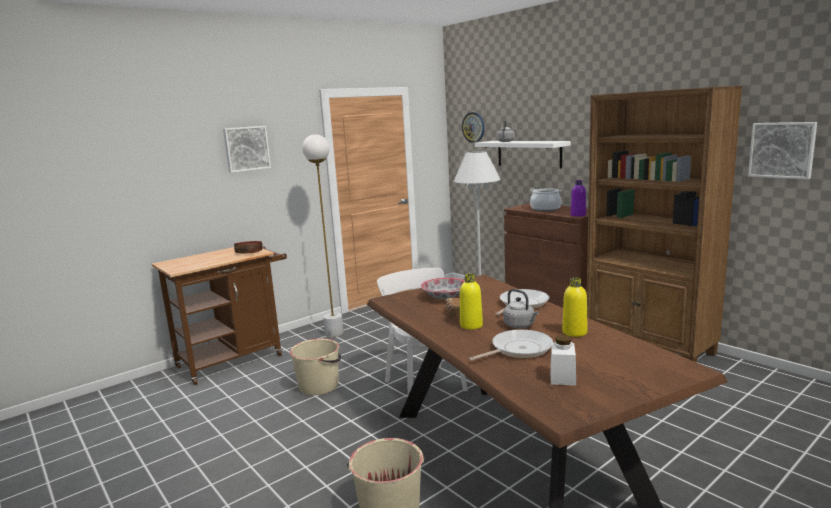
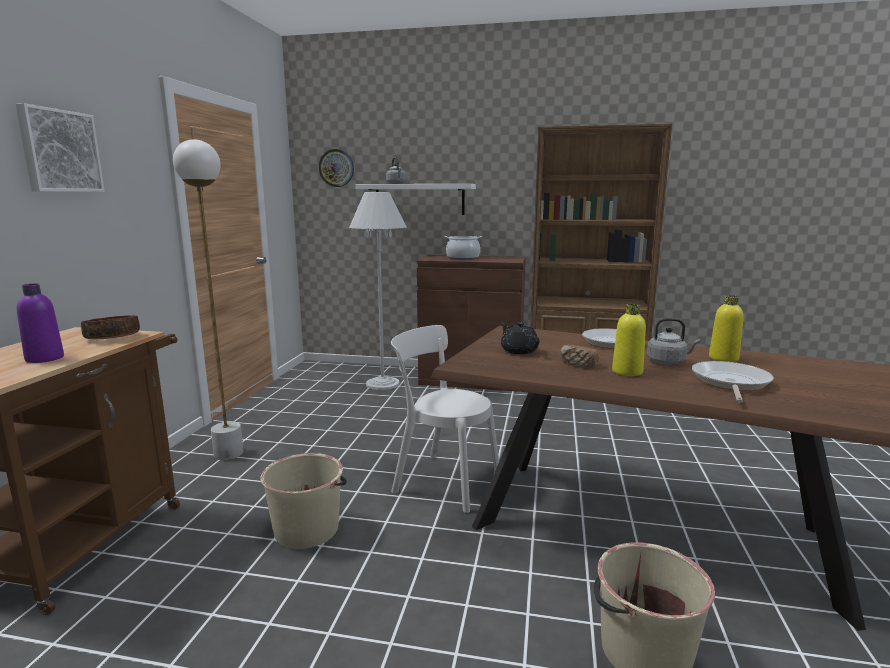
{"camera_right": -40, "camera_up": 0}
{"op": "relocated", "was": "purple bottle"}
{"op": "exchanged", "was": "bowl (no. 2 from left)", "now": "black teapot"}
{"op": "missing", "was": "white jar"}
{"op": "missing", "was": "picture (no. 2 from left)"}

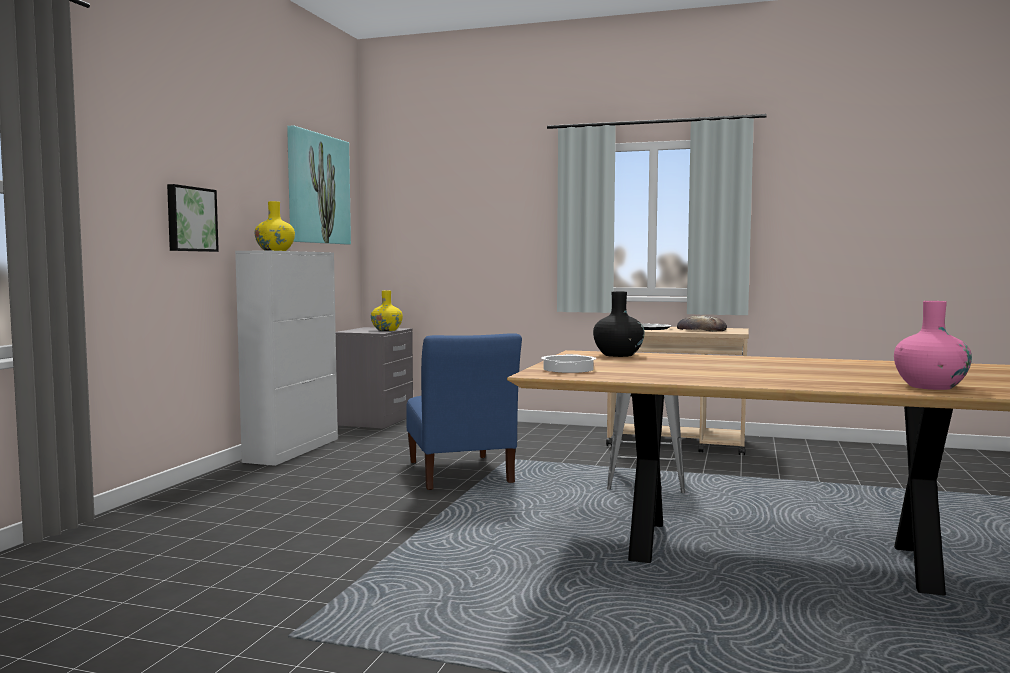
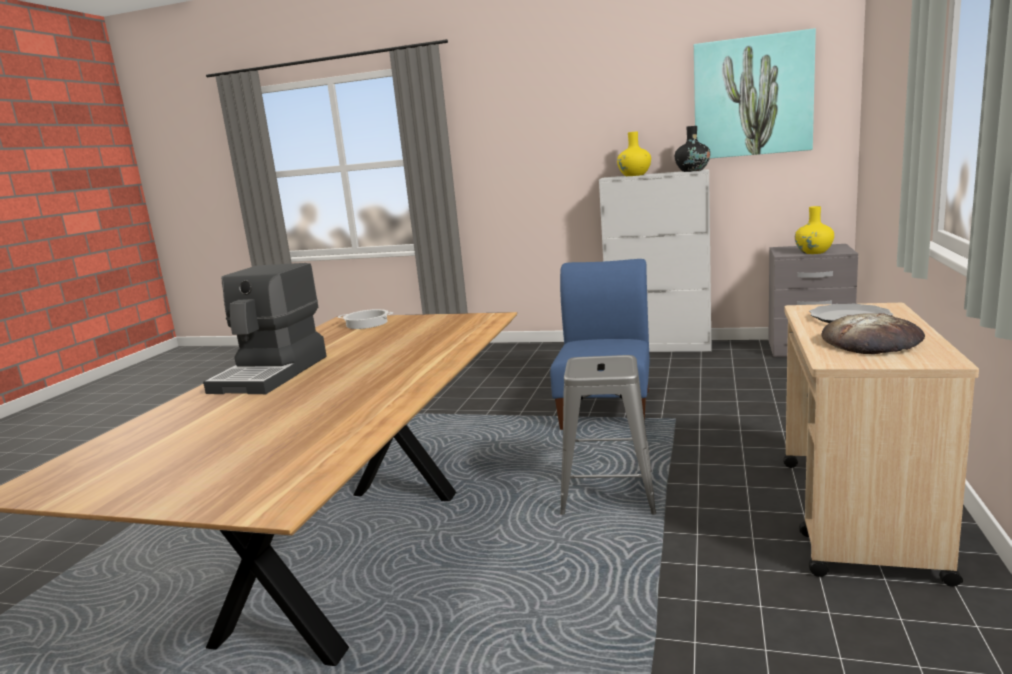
{"camera_right": 90, "camera_up": 10}
{"op": "appeared", "now": "coffee machine"}
{"op": "spun", "was": "blue chair", "clockwise": 120}
{"op": "relocated", "was": "black vase"}
{"op": "missing", "was": "picture (no. 1 from left)"}
{"op": "missing", "was": "pink vase"}

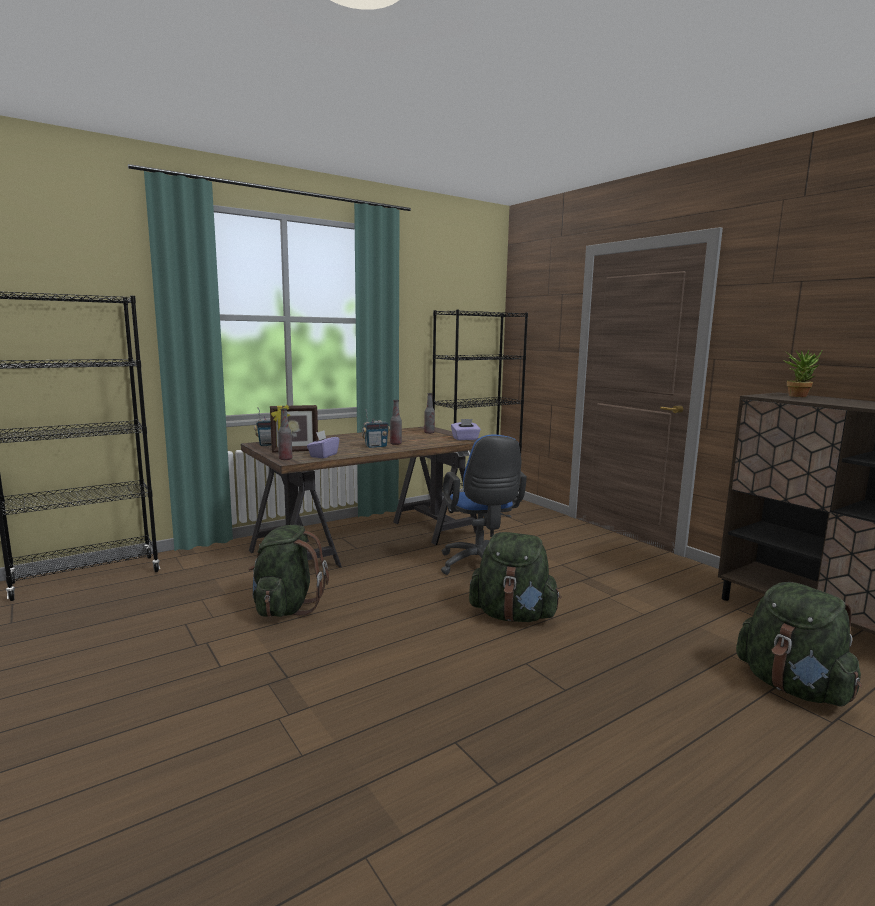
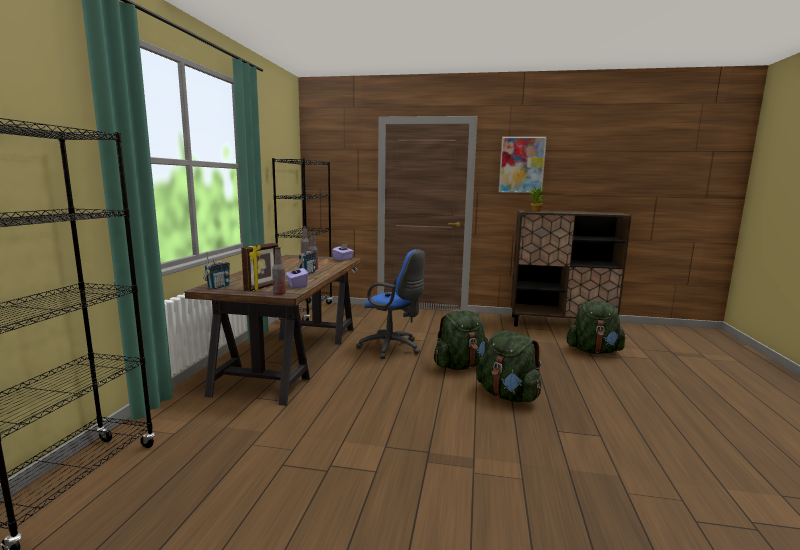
{"camera_right": -45, "camera_up": 0}
{"op": "relocated", "was": "green backpack (no. 1 from left in the first image)", "now": "green backpack (no. 2 from left)"}
{"op": "appeared", "now": "picture"}

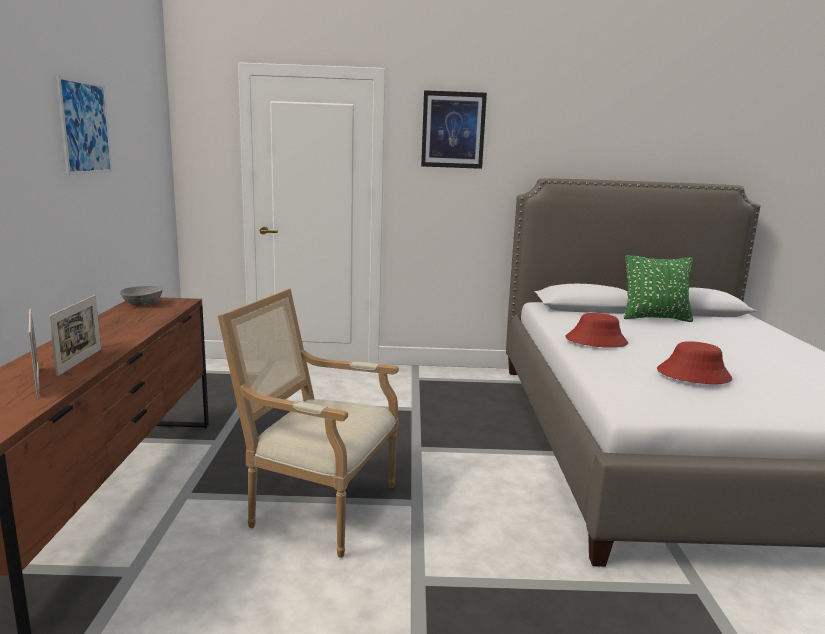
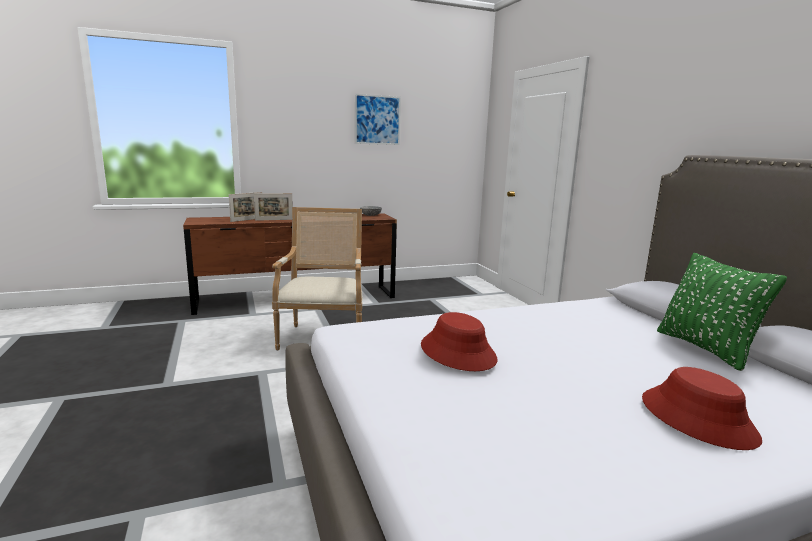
{"camera_right": 70, "camera_up": 0}
{"op": "relocated", "was": "red hat (no. 1 from left in the first image)", "now": "red hat (no. 2 from left)"}
{"op": "missing", "was": "picture (no. 2 from left)"}

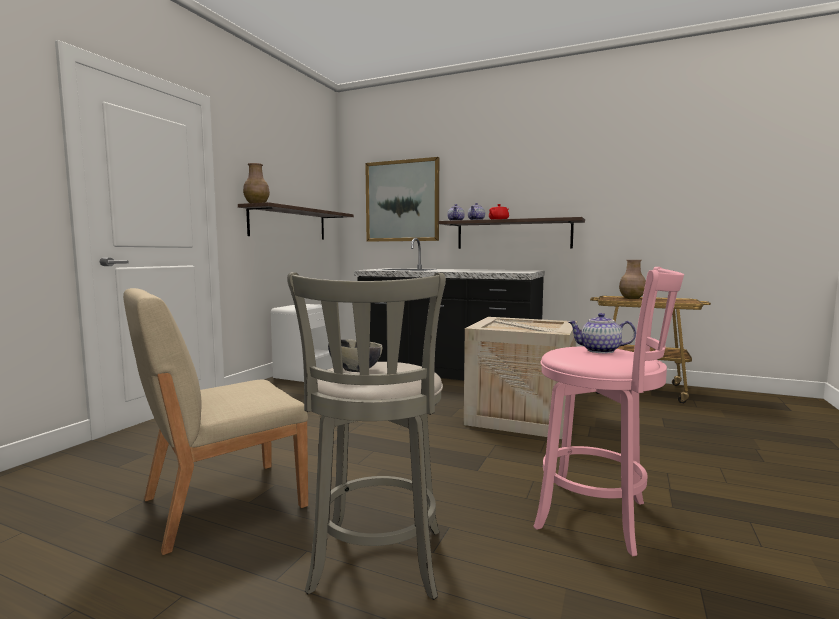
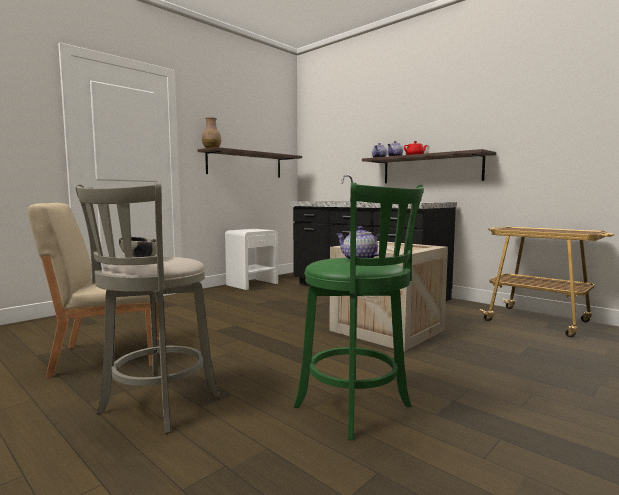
{"camera_right": 20, "camera_up": 0}
{"op": "colour", "was": "pink stool", "now": "green stool"}
{"op": "missing", "was": "picture"}
{"op": "missing", "was": "brown vase (no. 2 from left)"}

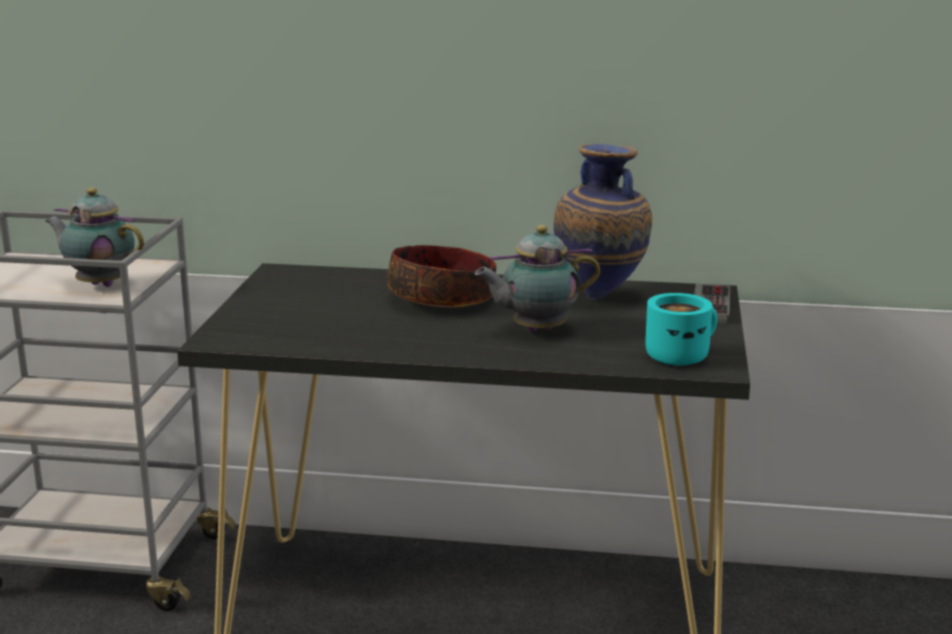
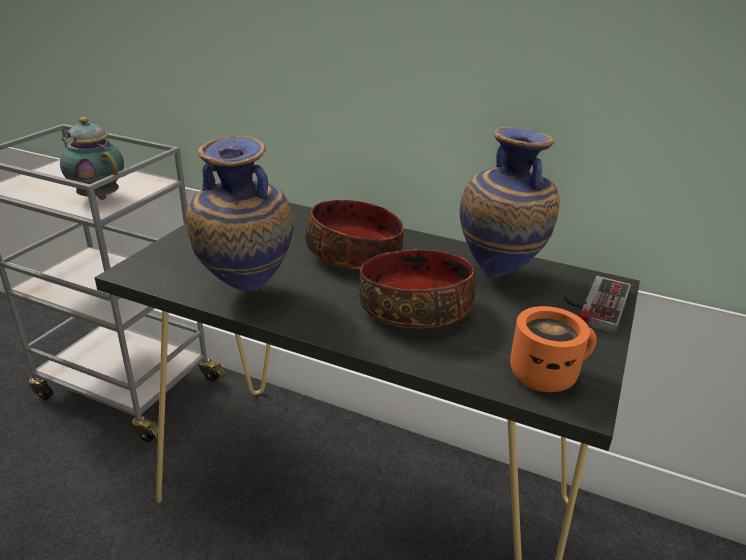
{"camera_right": 15, "camera_up": 10}
{"op": "appeared", "now": "vase (no. 1 from left)"}
{"op": "exchanged", "was": "teapot (no. 2 from left)", "now": "bowl (no. 2 from left)"}
{"op": "colour", "was": "turquoise mug", "now": "orange mug"}

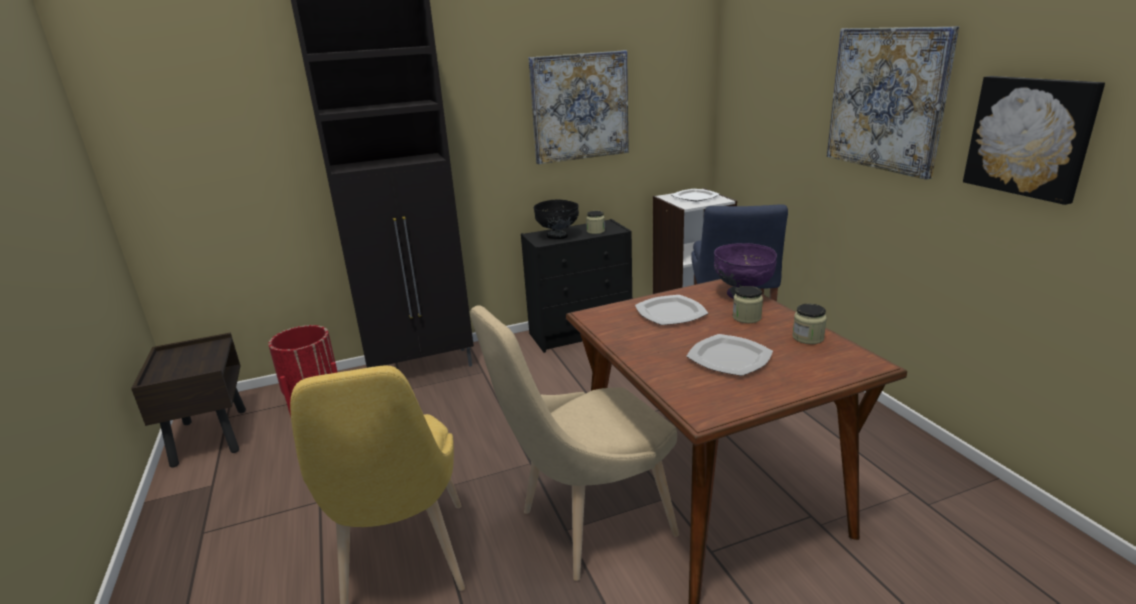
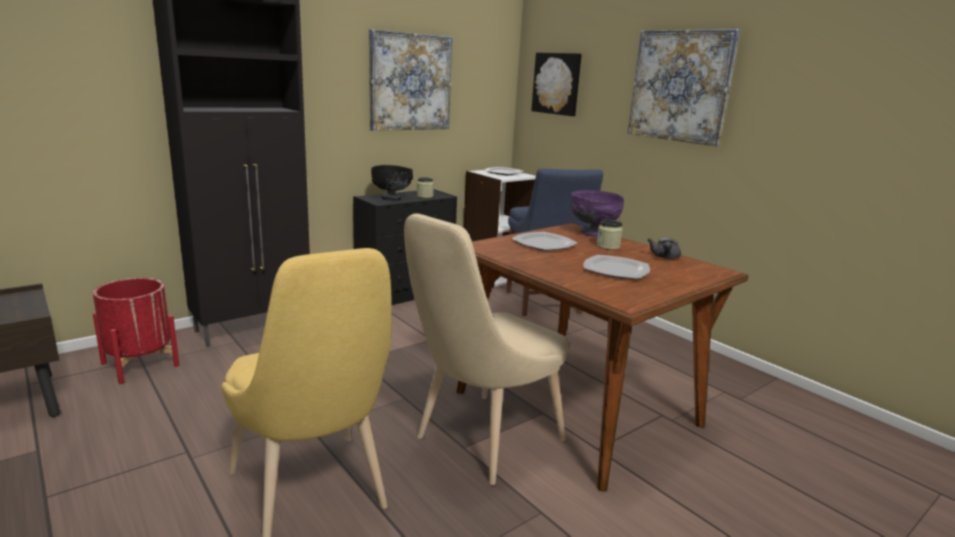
{"camera_right": -20, "camera_up": -5}
{"op": "relocated", "was": "picture (no. 3 from left in the first image)", "now": "picture (no. 2 from left)"}
{"op": "exchanged", "was": "jar (no. 3 from left)", "now": "grey teapot"}

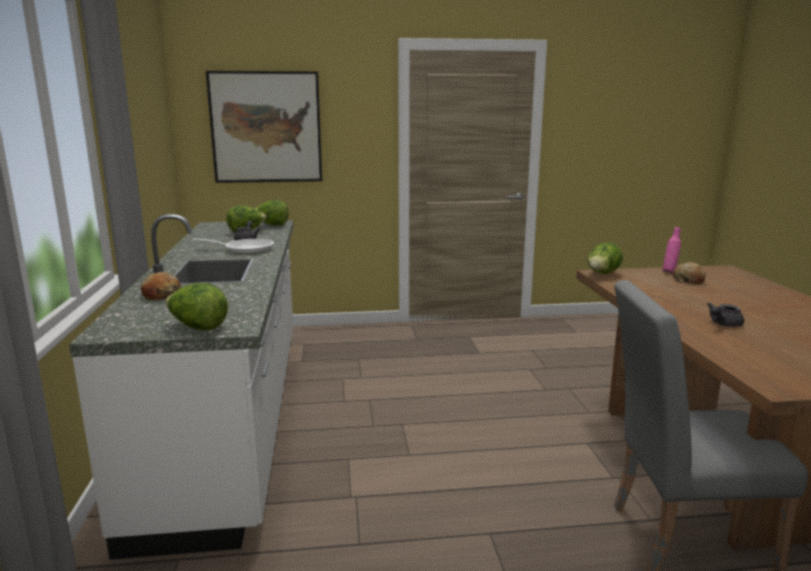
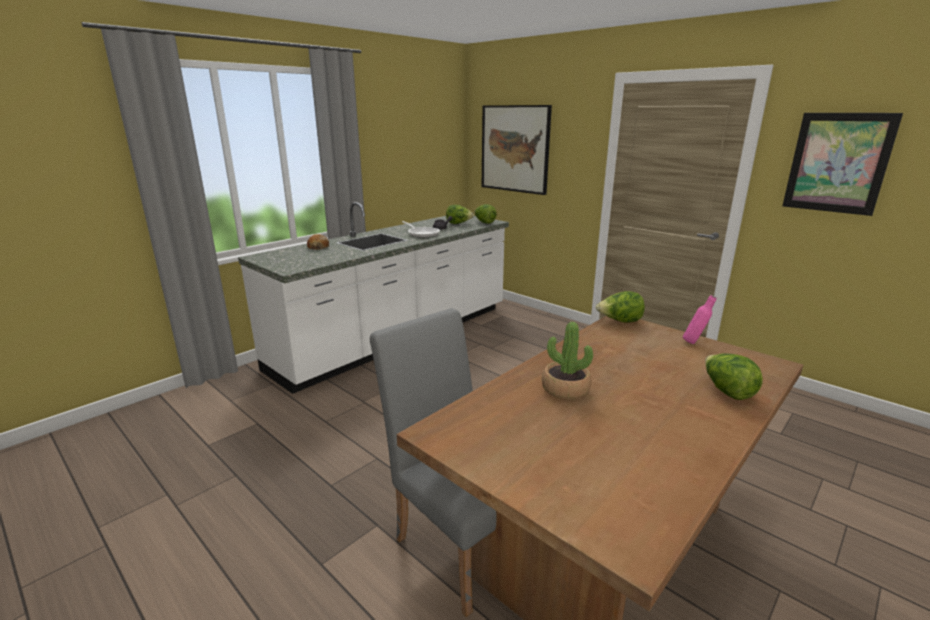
{"camera_right": 50, "camera_up": 5}
{"op": "exchanged", "was": "grey teapot (no. 2 from left)", "now": "potted plant"}
{"op": "relocated", "was": "lettuce (no. 1 from left in the first image)", "now": "lettuce (no. 4 from left)"}
{"op": "appeared", "now": "picture (no. 2 from left)"}
{"op": "missing", "was": "bread (no. 2 from left)"}

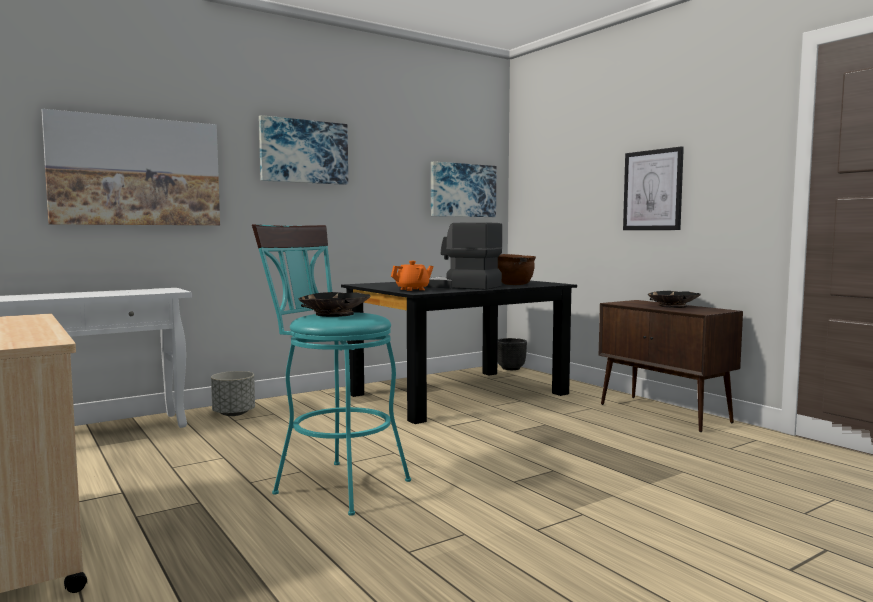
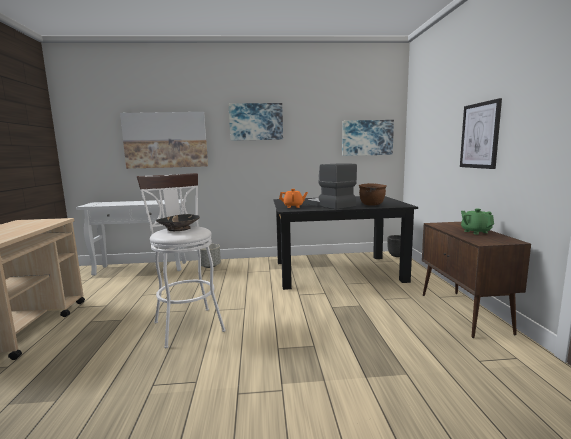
{"camera_right": 30, "camera_up": 5}
{"op": "colour", "was": "turquoise stool", "now": "white stool"}
{"op": "exchanged", "was": "black bowl (no. 2 from left)", "now": "green teapot"}

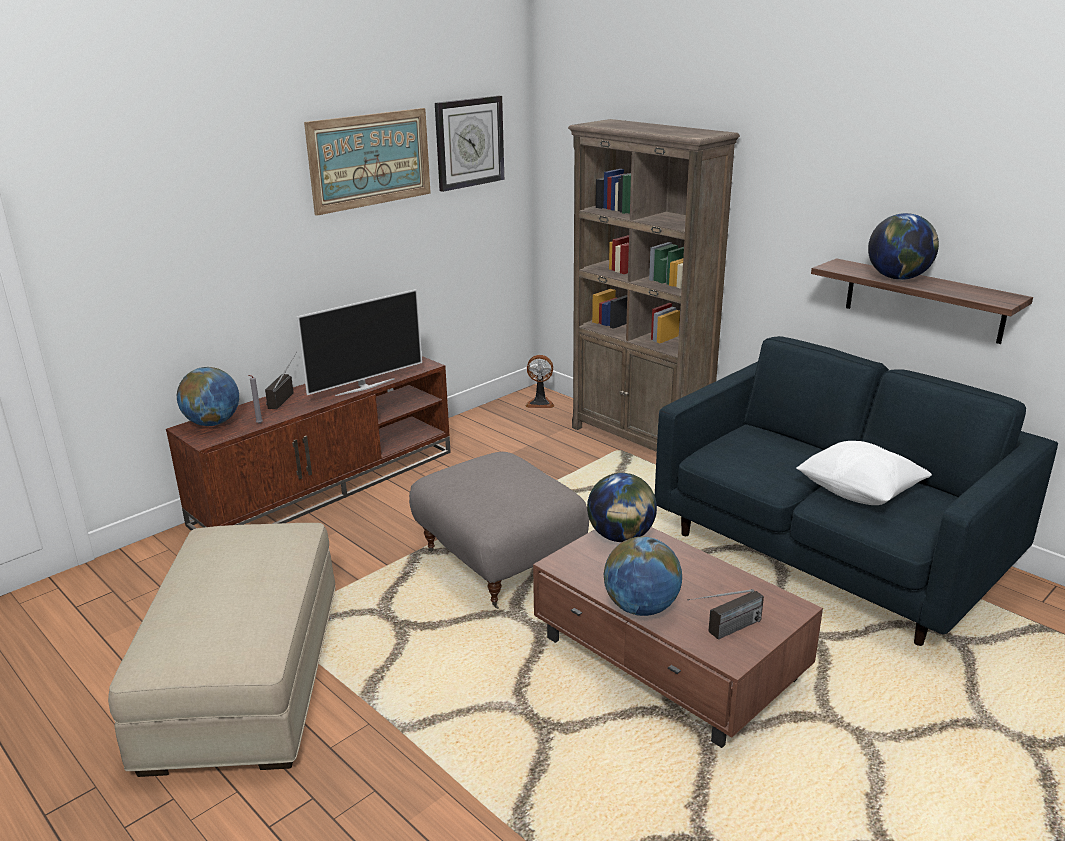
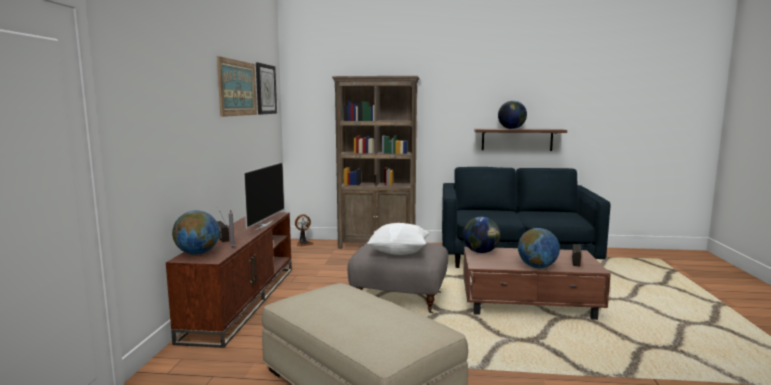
{"camera_right": -40, "camera_up": -15}
{"op": "relocated", "was": "white pillow"}

